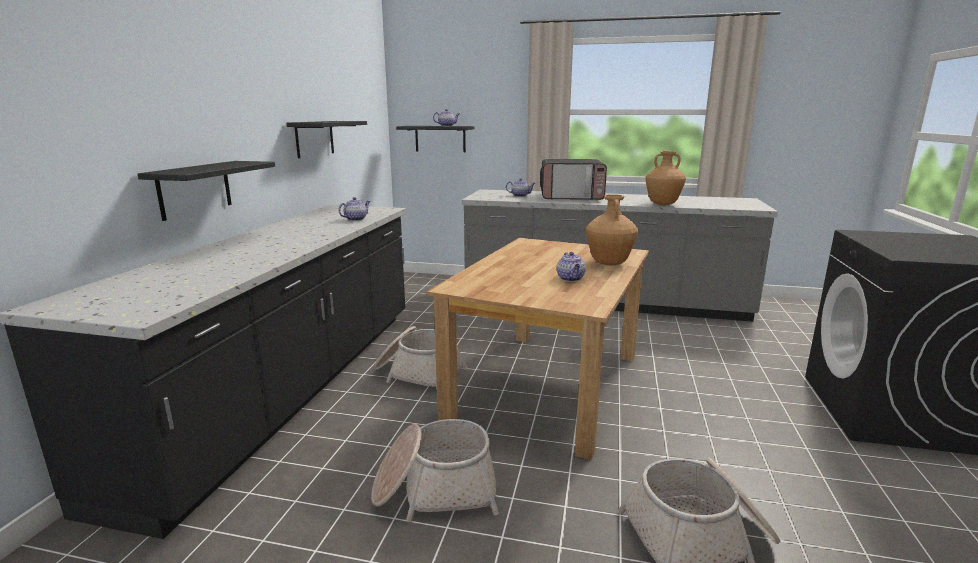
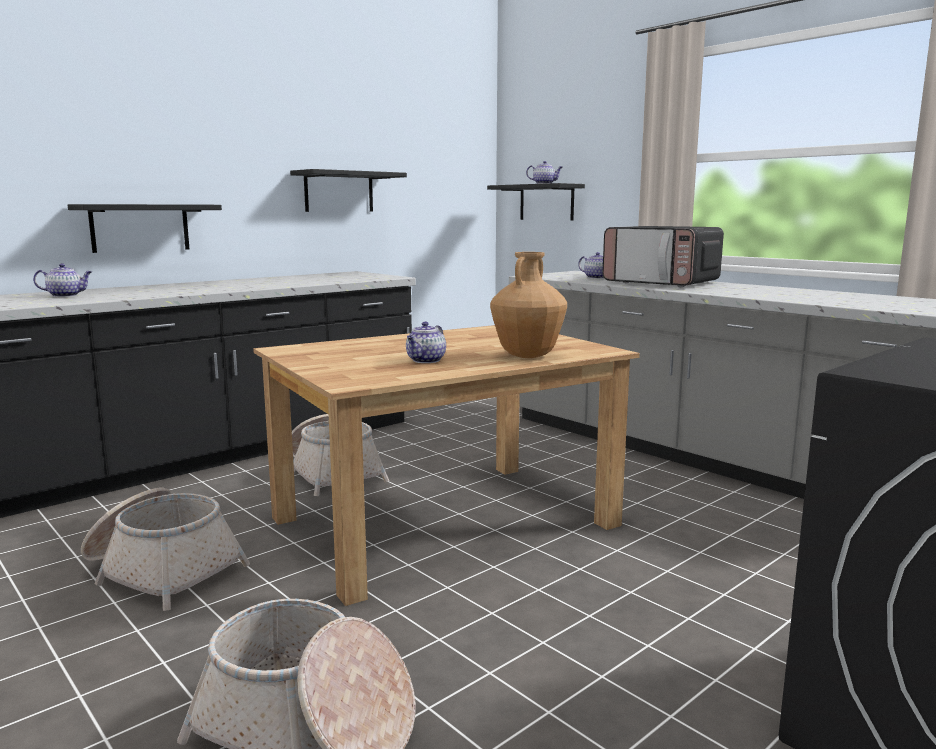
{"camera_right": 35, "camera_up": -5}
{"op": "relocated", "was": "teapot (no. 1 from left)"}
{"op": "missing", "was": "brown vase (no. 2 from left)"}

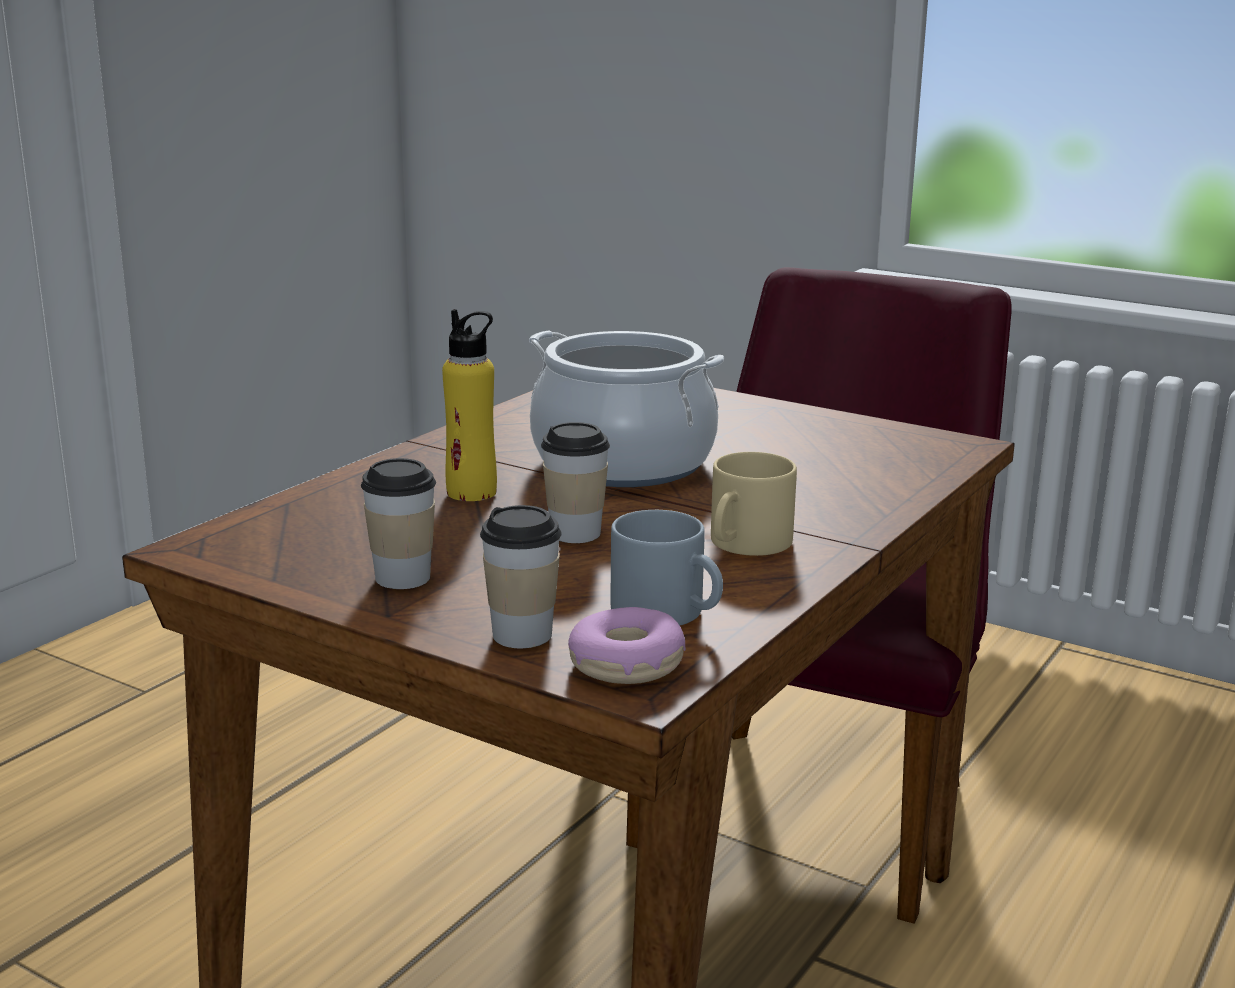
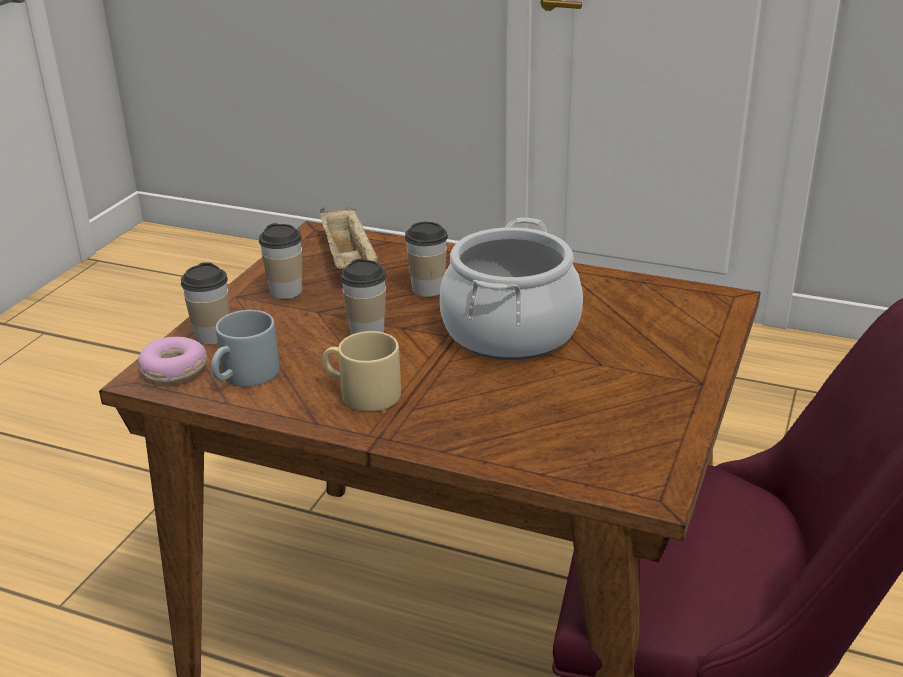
{"camera_right": 80, "camera_up": 10}
{"op": "appeared", "now": "beige tray"}
{"op": "exchanged", "was": "yellow bottle", "now": "cup (no. 4 from left)"}

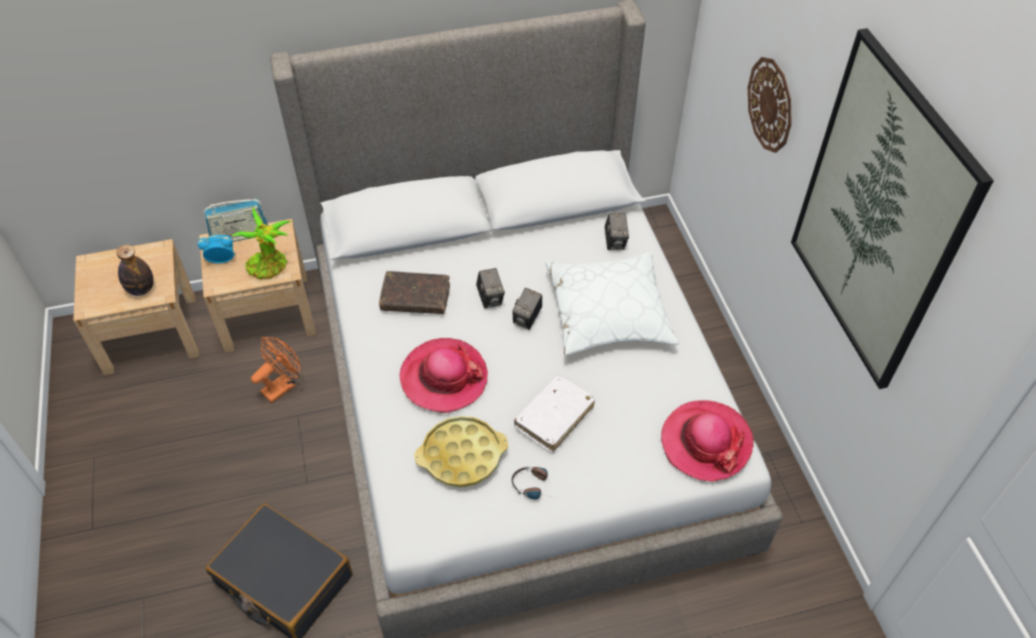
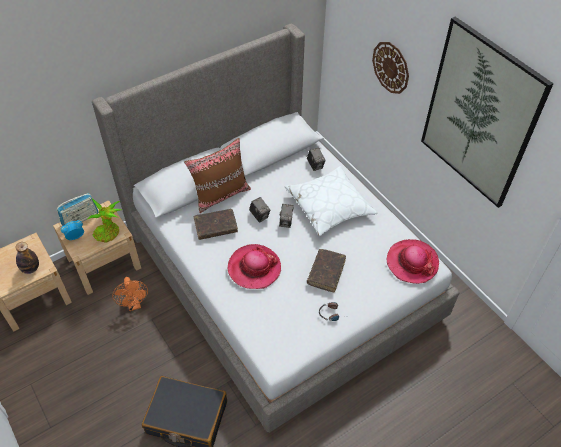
{"camera_right": -20, "camera_up": 0}
{"op": "spun", "was": "orange fan", "clockwise": 135}
{"op": "appeared", "now": "brown pillow"}
{"op": "colour", "was": "white book", "now": "brown book (no. 2 from left)"}
{"op": "missing", "was": "yellow tray"}

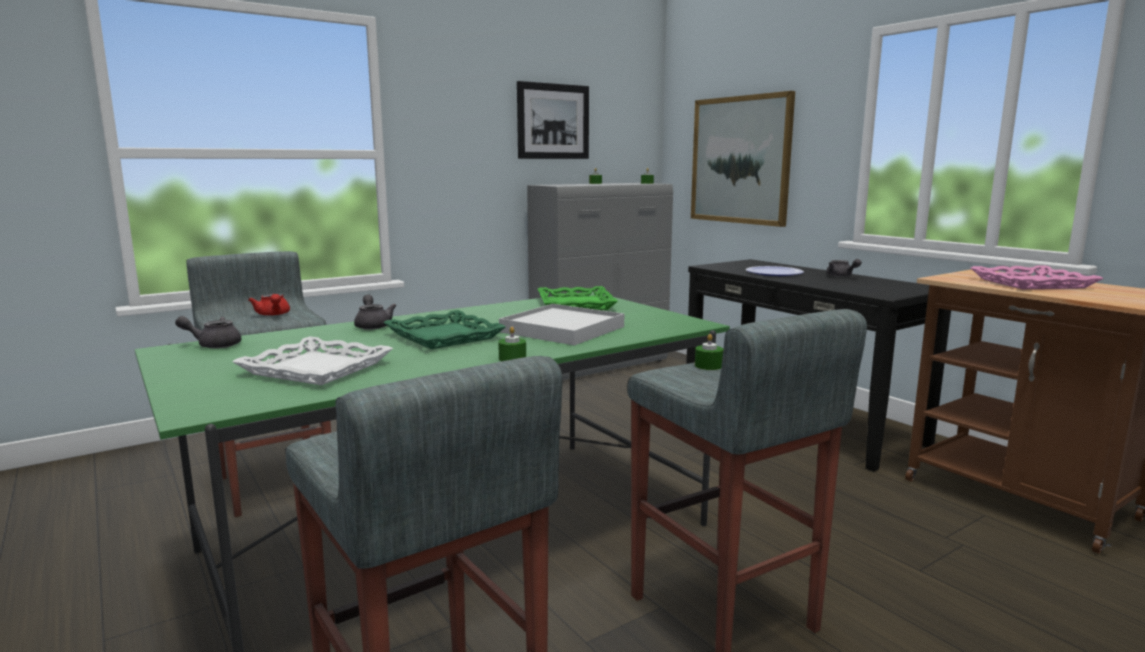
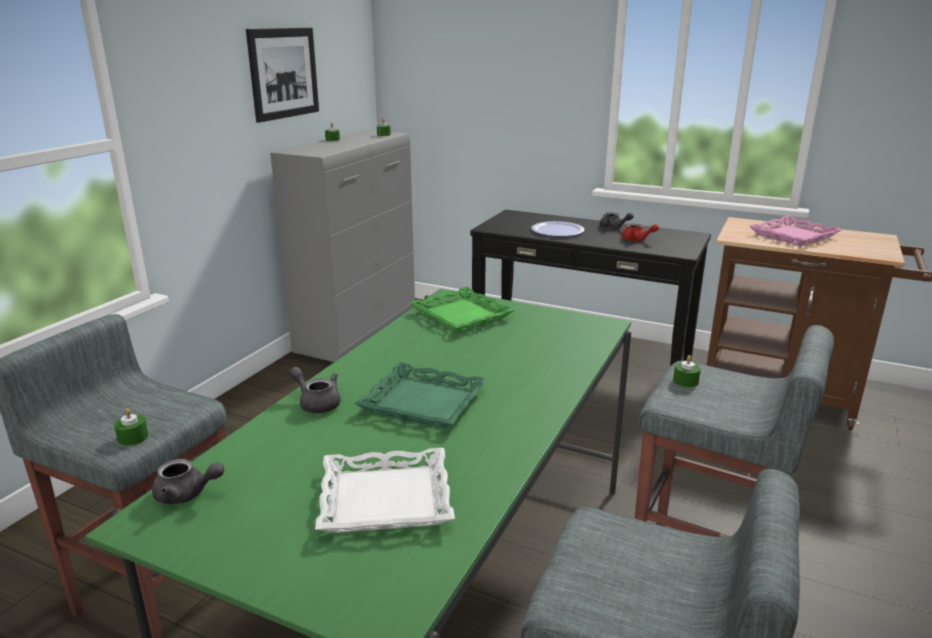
{"camera_right": -30, "camera_up": 10}
{"op": "relocated", "was": "green candle (no. 1 from left)"}
{"op": "spun", "was": "grey teapot (no. 1 from left)", "clockwise": -135}
{"op": "relocated", "was": "red teapot"}
{"op": "missing", "was": "white tray (no. 2 from left)"}
{"op": "missing", "was": "picture (no. 2 from left)"}

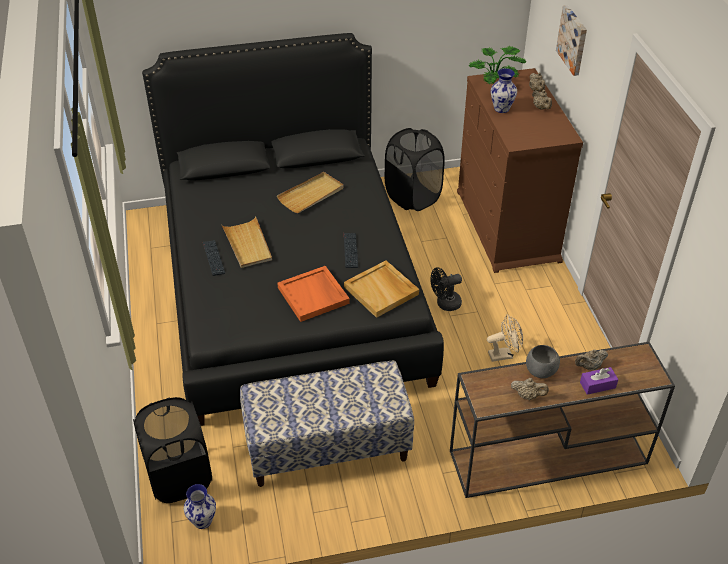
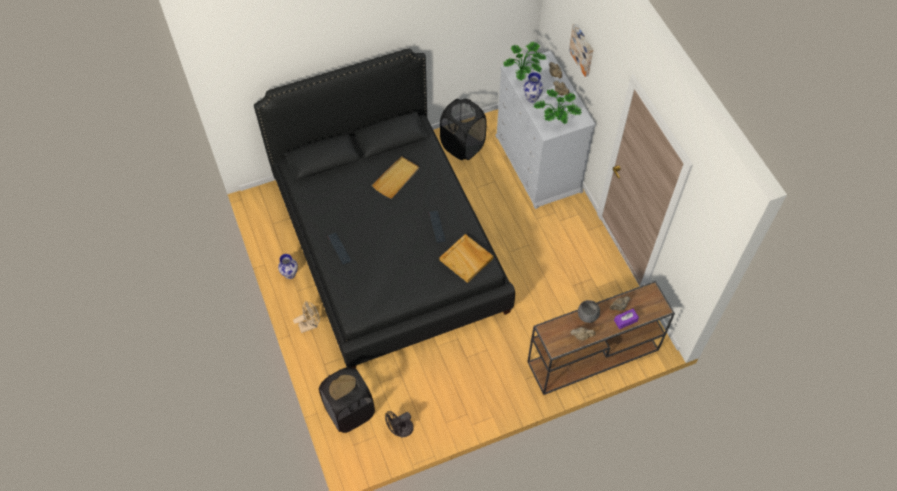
{"camera_right": -10, "camera_up": 15}
{"op": "relocated", "was": "vase (no. 1 from left)"}
{"op": "relocated", "was": "beige fan"}
{"op": "relocated", "was": "black fan"}
{"op": "colour", "was": "brown dresser", "now": "white dresser"}
{"op": "appeared", "now": "potted plant (no. 2 from left)"}
{"op": "missing", "was": "beige tray (no. 1 from left)"}
{"op": "missing", "was": "bench"}
{"op": "missing", "was": "orange tray"}

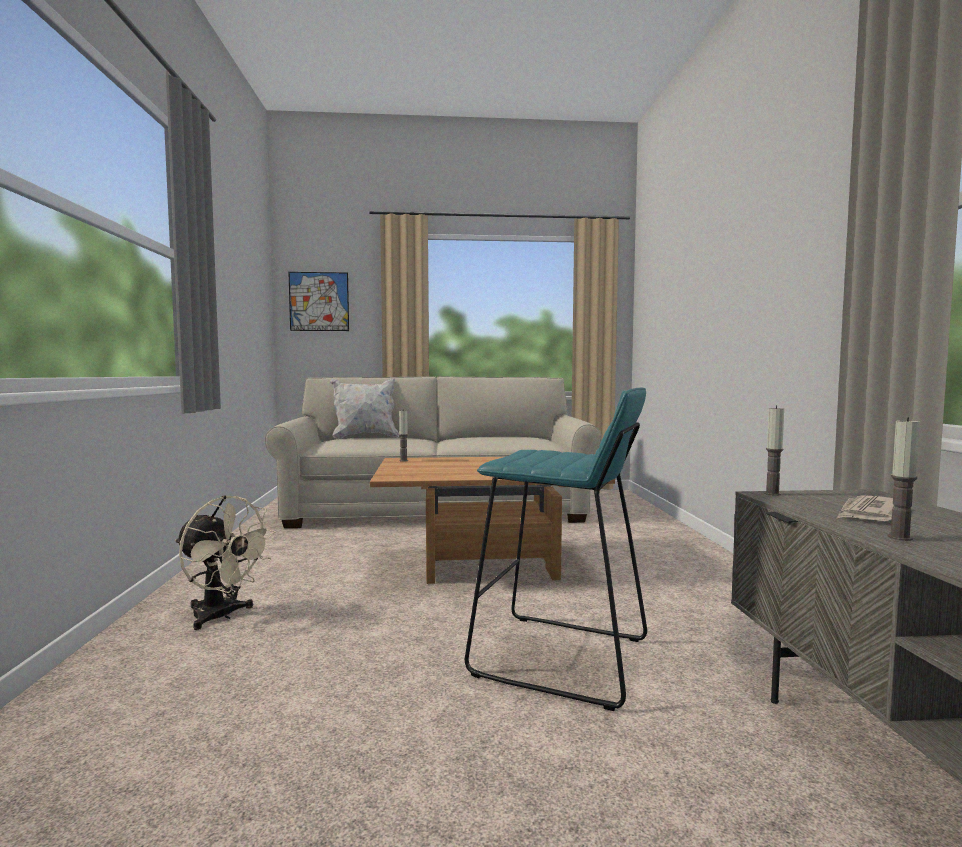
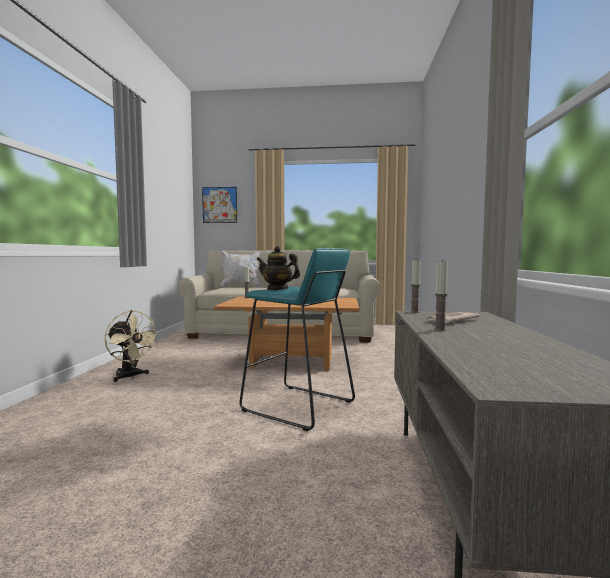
{"camera_right": 10, "camera_up": 0}
{"op": "appeared", "now": "teapot"}

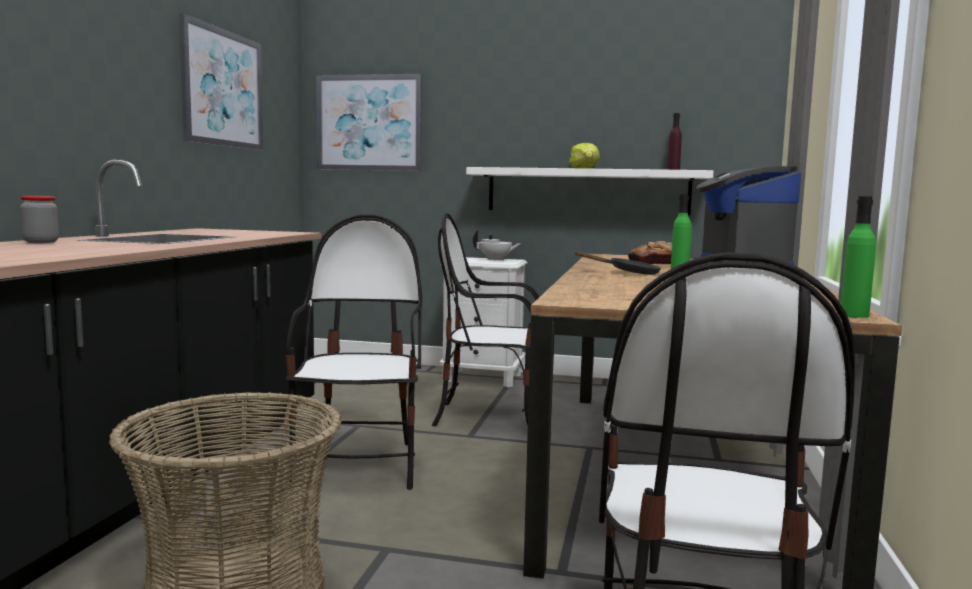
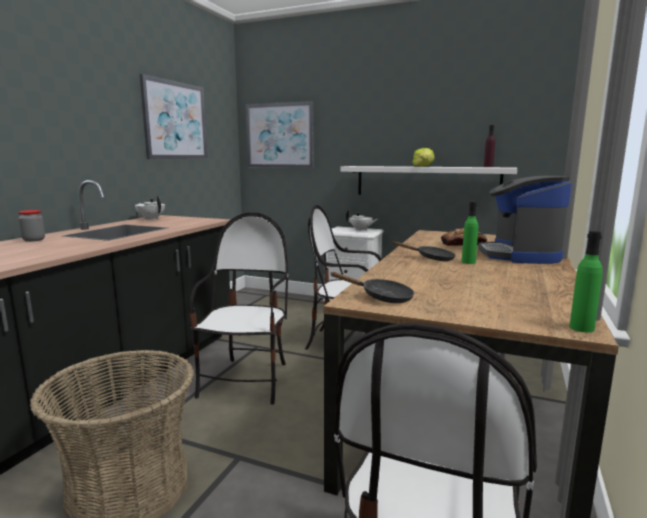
{"camera_right": 10, "camera_up": 5}
{"op": "appeared", "now": "white teapot (no. 1 from left)"}
{"op": "appeared", "now": "black frying pan (no. 1 from left)"}

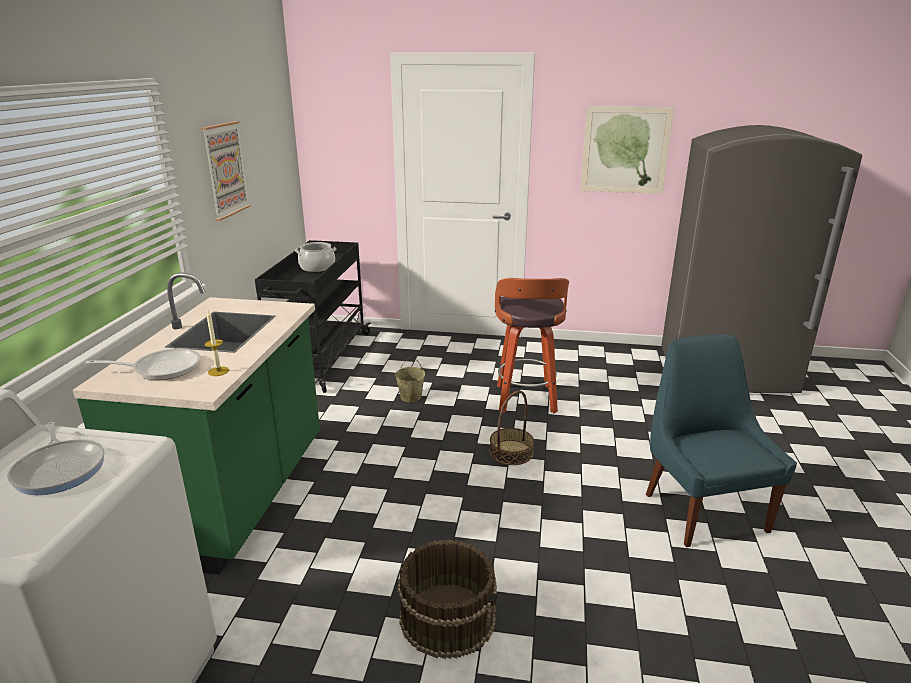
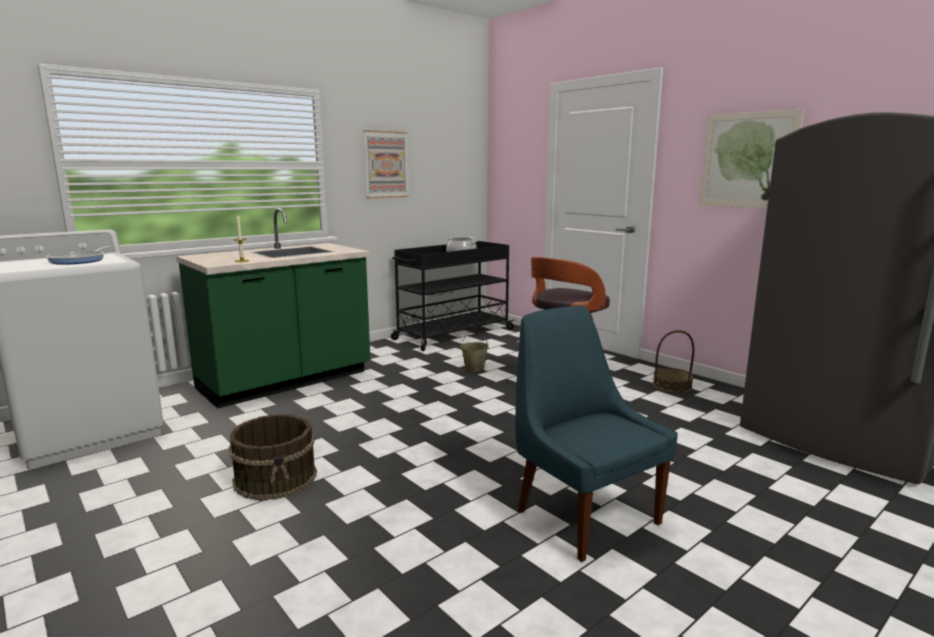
{"camera_right": 40, "camera_up": -10}
{"op": "spun", "was": "blue chair", "clockwise": -60}
{"op": "relocated", "was": "basket"}
{"op": "missing", "was": "frying pan (no. 2 from left)"}

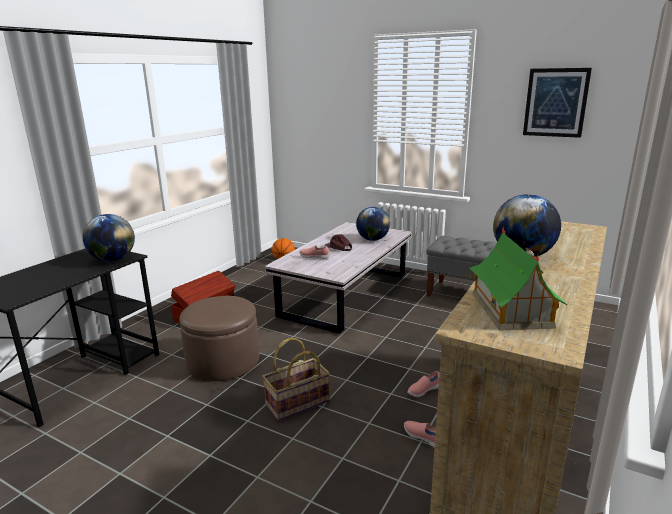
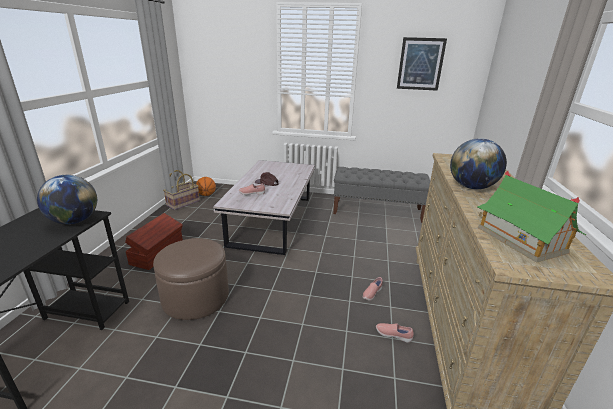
{"camera_right": -20, "camera_up": 5}
{"op": "relocated", "was": "basket"}
{"op": "missing", "was": "globe (no. 2 from left)"}

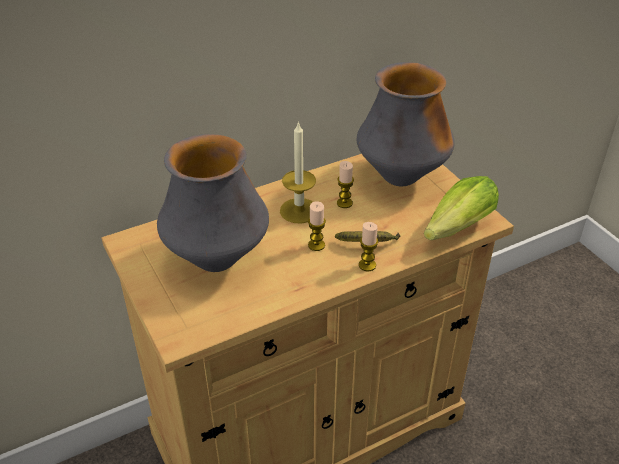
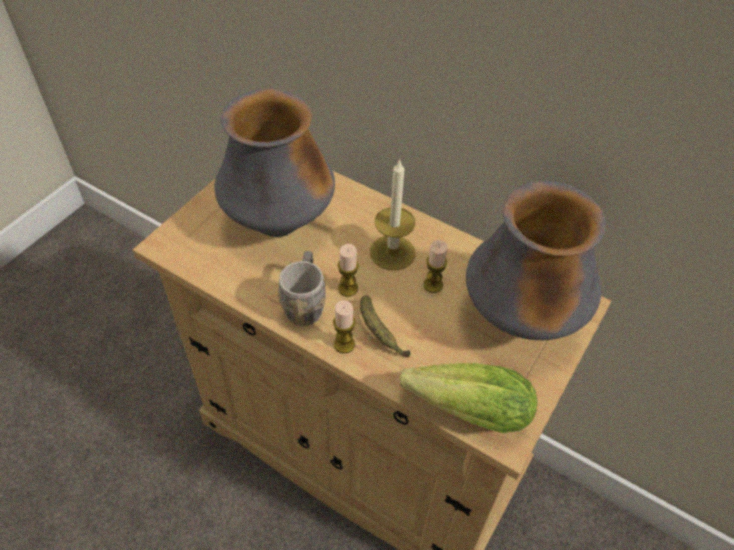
{"camera_right": 60, "camera_up": 10}
{"op": "appeared", "now": "grey mug"}

